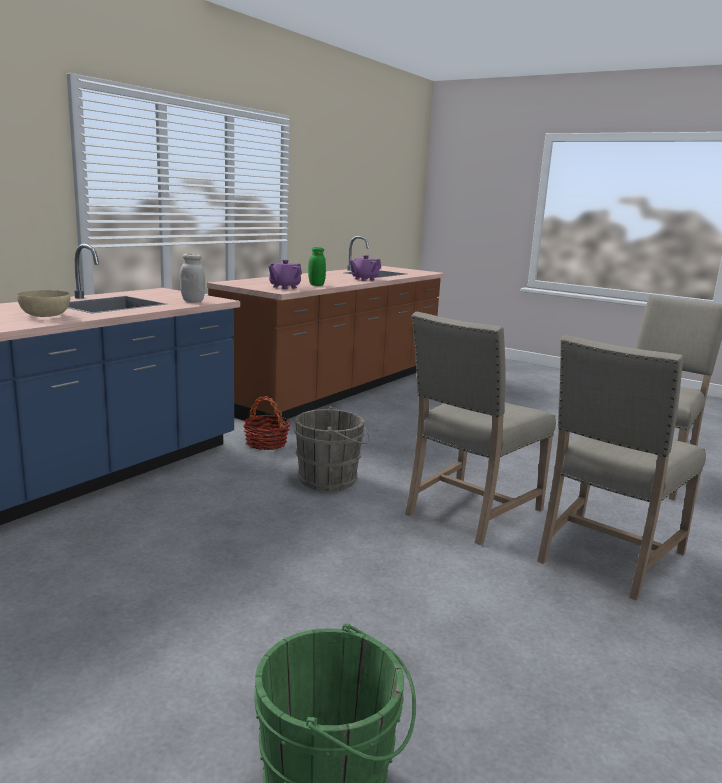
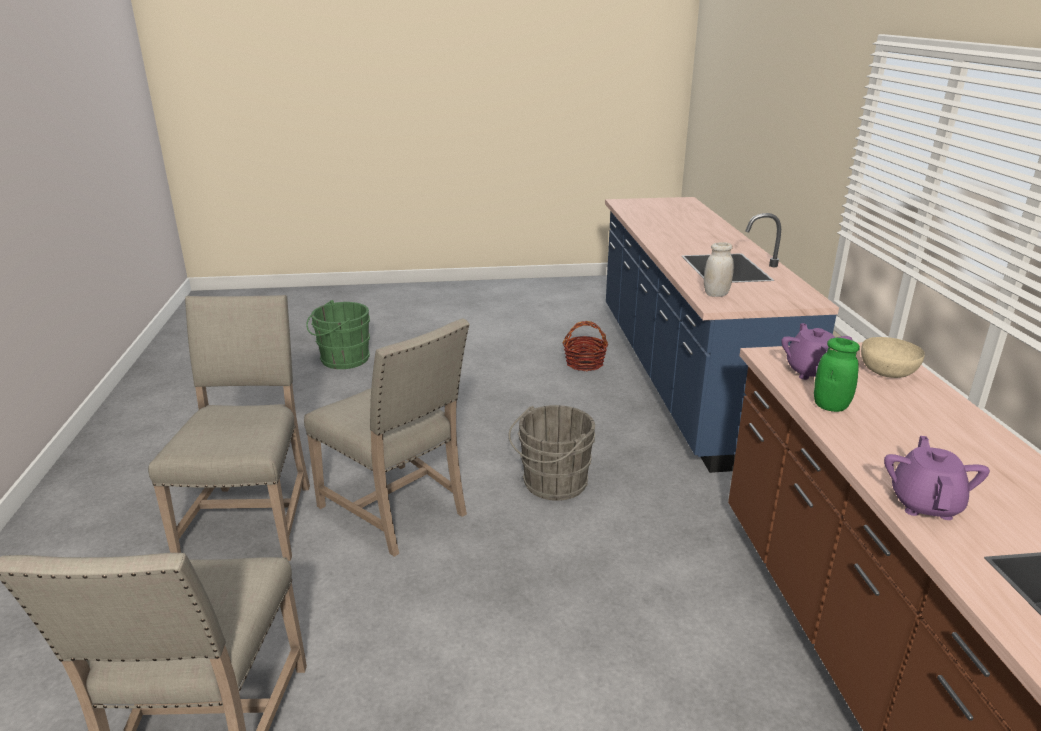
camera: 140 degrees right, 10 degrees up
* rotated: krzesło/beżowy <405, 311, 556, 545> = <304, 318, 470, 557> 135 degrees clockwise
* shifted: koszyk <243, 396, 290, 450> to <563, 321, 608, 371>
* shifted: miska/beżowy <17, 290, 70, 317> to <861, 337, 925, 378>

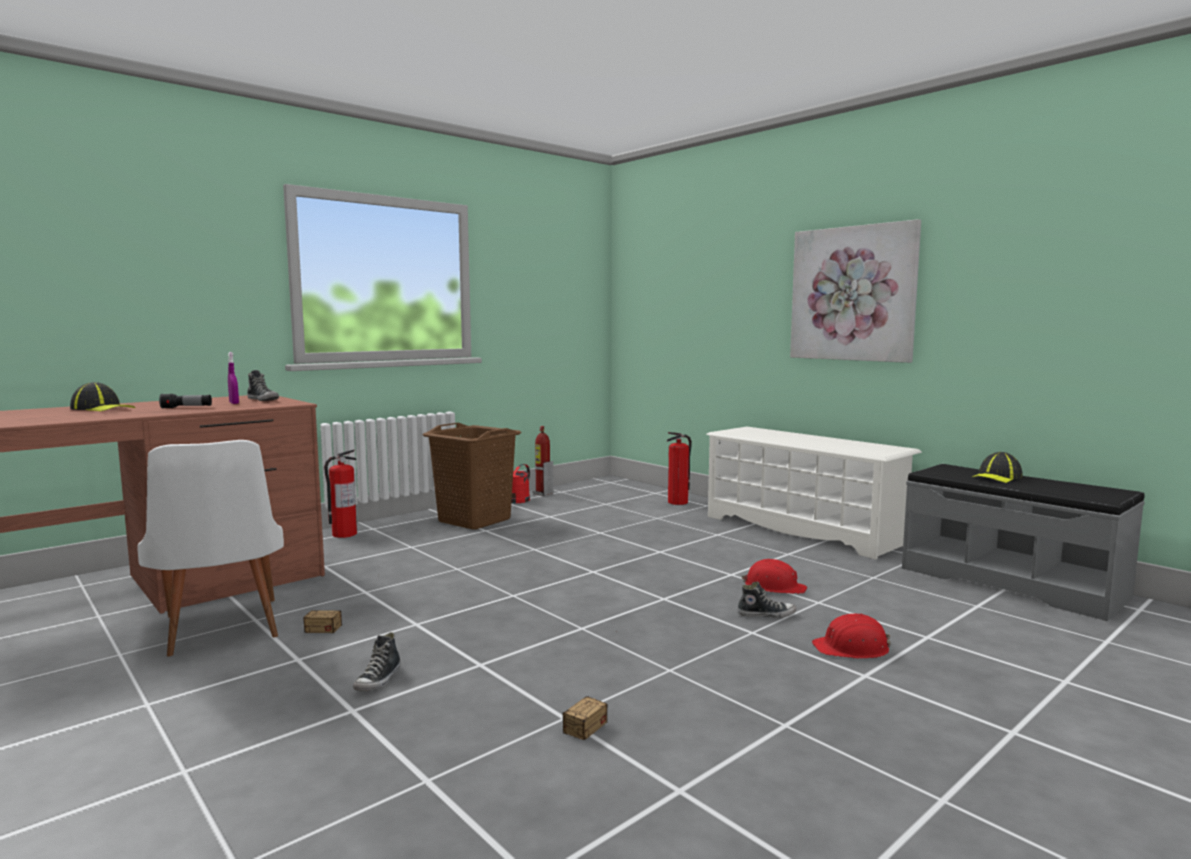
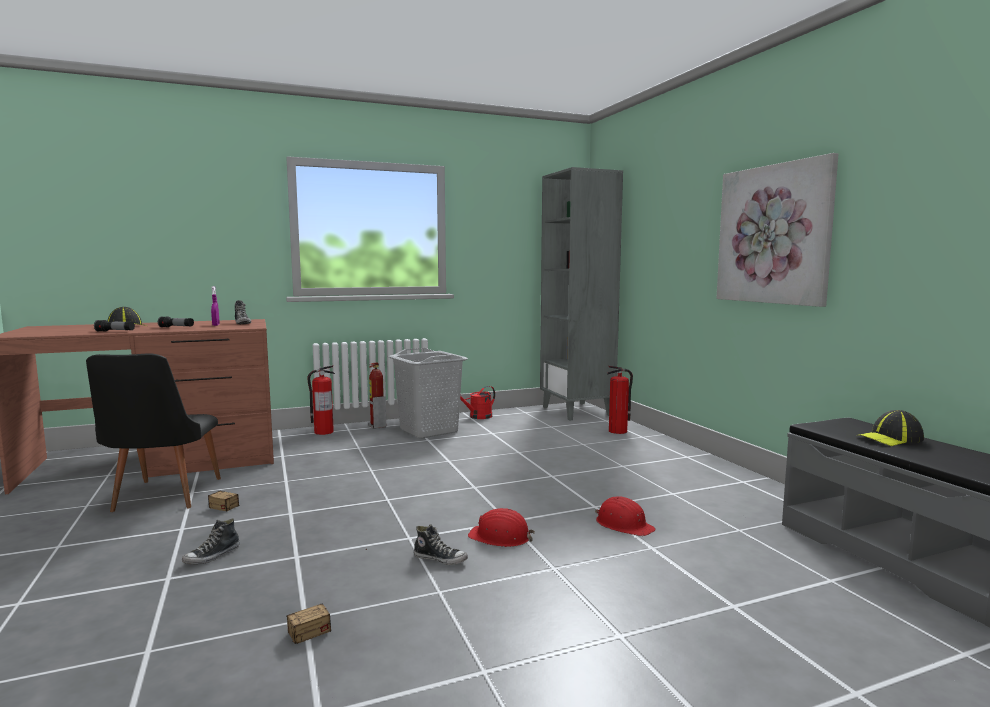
camera: 20 degrees right, 0 degrees up
* repainted: krzesło/biały <137, 440, 284, 656> to krzesło/czarny <86, 353, 221, 512>
* new: latarka <94, 320, 135, 332>
* shifted: gaśnica <533, 426, 554, 496> to <368, 363, 387, 429>
* repainted: kosz na pranie/brązowy <422, 423, 522, 530> to kosz na pranie/szary <389, 348, 468, 439>
* shifted: but <737, 581, 796, 618> to <414, 524, 468, 565>
* shifted: kask/czerwony <812, 613, 891, 658> to <468, 508, 535, 547>
* new: regał/szary <540, 167, 623, 420>
* gone: regał na buty/biały <706, 427, 922, 560>

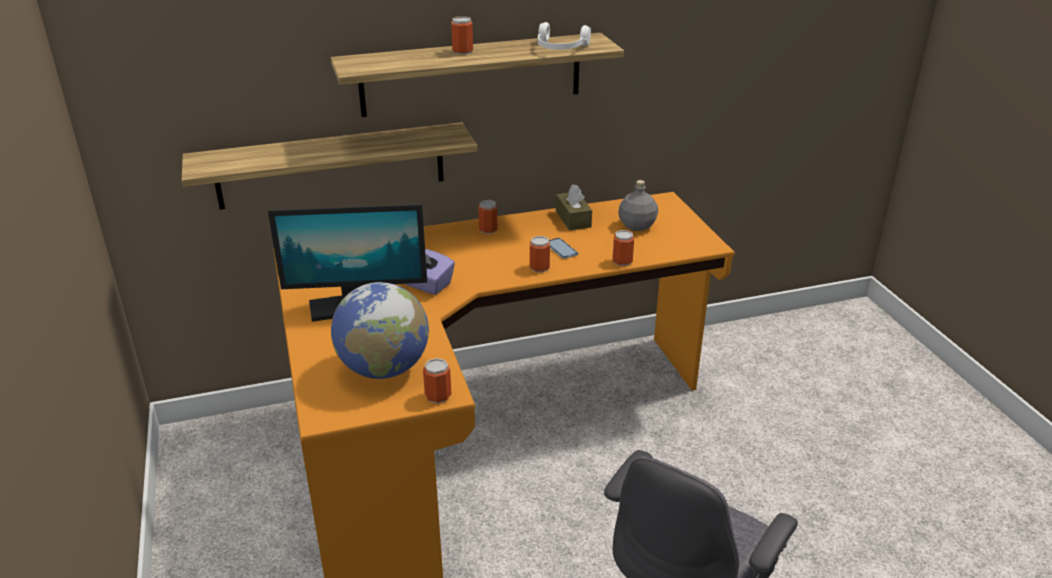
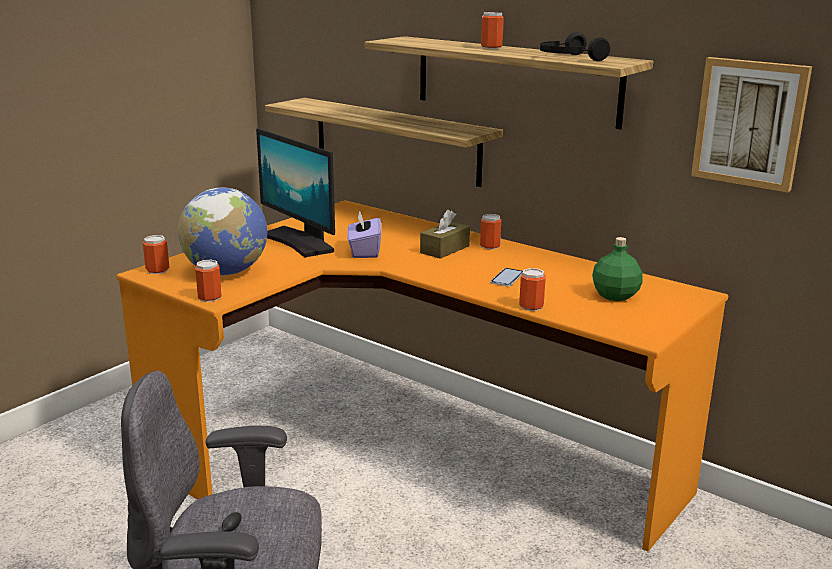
camera: 55 degrees right, 10 degrees down
* shifted: puszka <530, 236, 550, 272> to <143, 235, 170, 274>
* shifted: pudełko chusteczek/brązowy <556, 184, 592, 231> to <420, 210, 470, 259>
* repainted: słuchawki/biały <538, 22, 591, 50> to słuchawki/czarny <540, 32, 610, 61>
* repainted: butelka/szary <618, 180, 658, 231> to butelka/zielony <592, 237, 642, 301>
* new: obraz <691, 57, 812, 192>

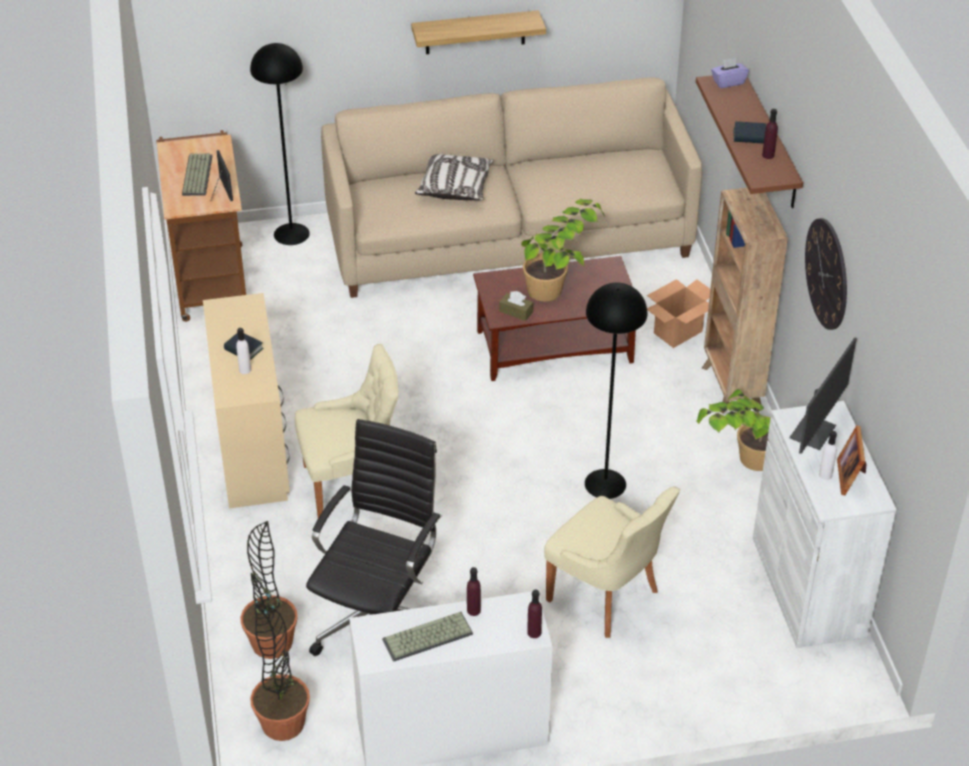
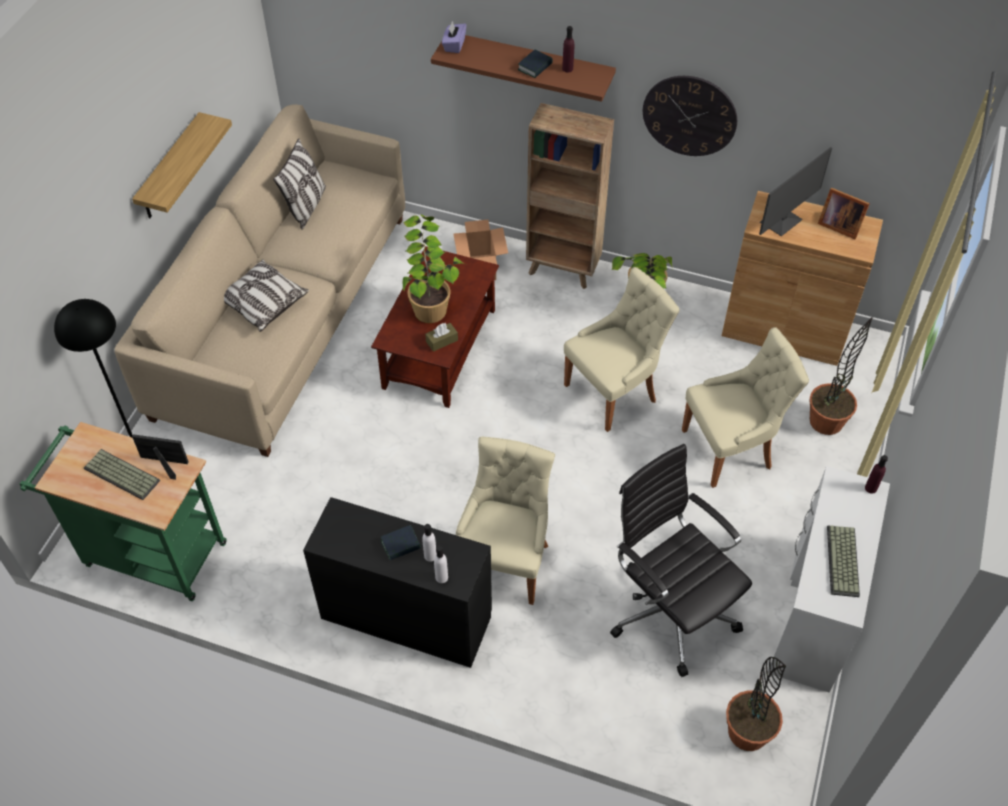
camera: 60 degrees left, 10 degrees up
* repainted: wózek/brązowy <157, 130, 246, 322> to wózek/zielony <20, 422, 227, 601>
* new: poduszka <273, 138, 326, 230>
* repainted: biurko/beżowy <203, 293, 290, 508> to biurko/czarny <303, 497, 492, 668>
* shifted: butelka/biały <819, 431, 837, 480> to <434, 546, 448, 583>
* swapped: lampa stojąca/czarny <585, 283, 647, 499> to krzesło/beżowy <564, 267, 680, 432>
* repainted: szafka/biały <753, 401, 897, 648> to szafka/brązowy <722, 191, 883, 366>
* rotated: monitor <789, 337, 857, 454> = <759, 147, 832, 236> 75 degrees clockwise
* shifted: roślina doniczkowa <240, 521, 298, 659> to <810, 317, 873, 435>
* gone: butelka/fioletowy <467, 567, 481, 616>

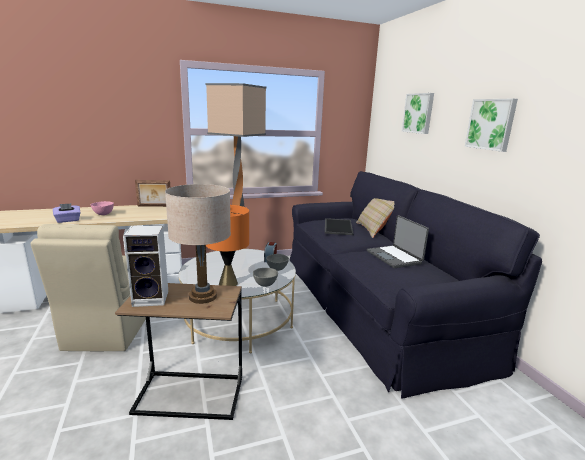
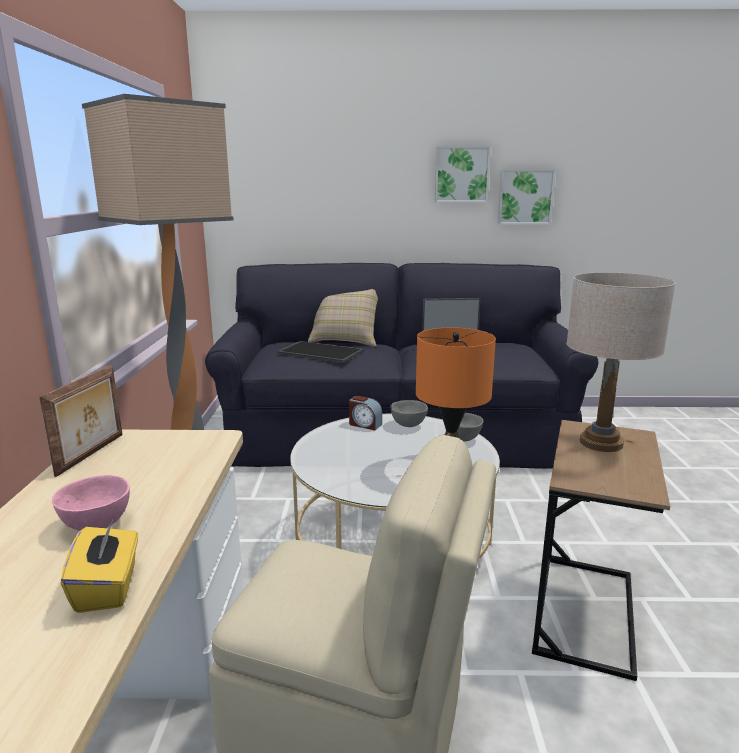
camera: 70 degrees left, 0 degrees up
* repainted: pudełko chusteczek/fioletowy <53, 203, 81, 223> to pudełko chusteczek/żółty <61, 518, 138, 613>
* shifted: obraz <402, 93, 434, 134> to <498, 169, 556, 225>
* gone: głośnik <123, 226, 168, 307>

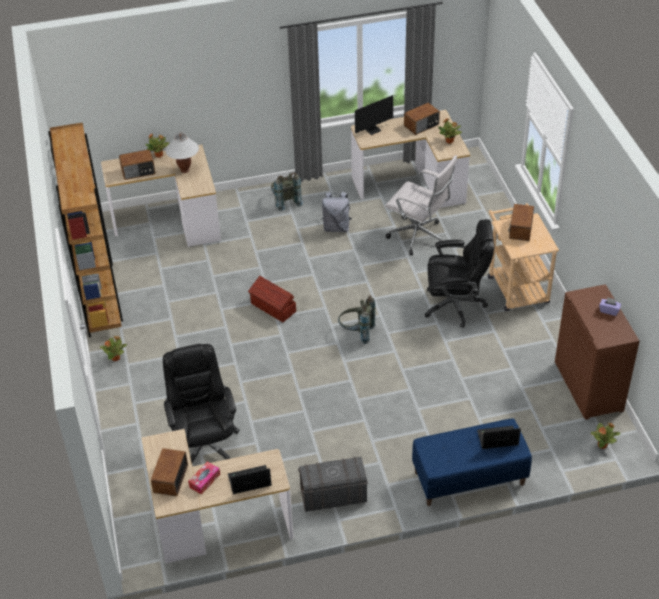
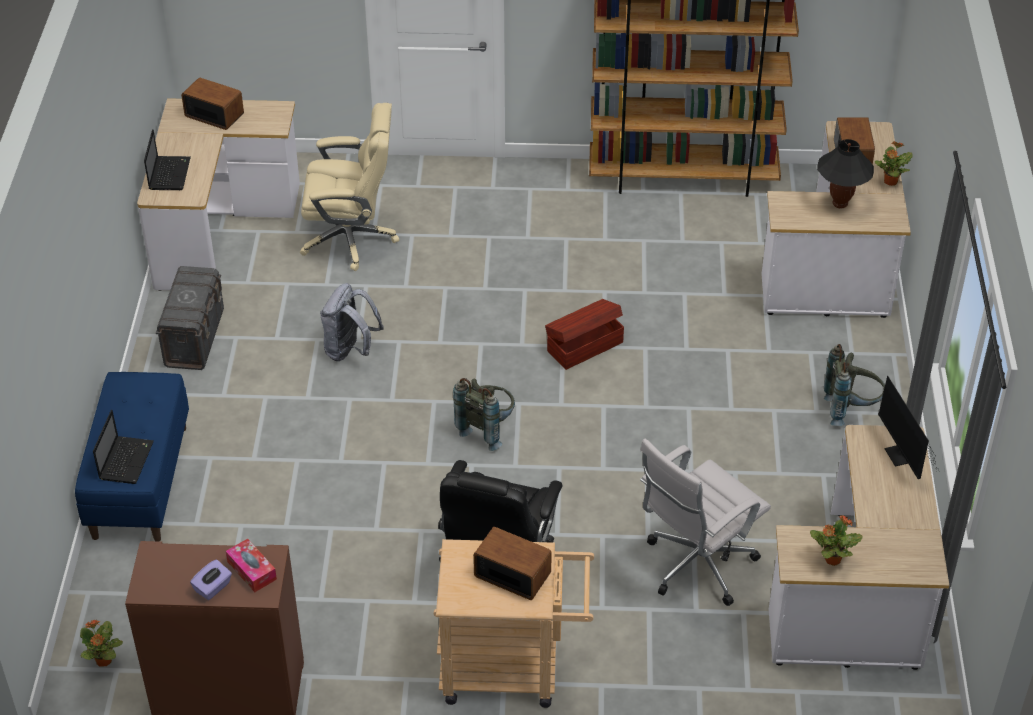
camera: 105 degrees right, 0 degrees up
* shifted: pudełko chusteczek <188, 461, 220, 495> to <226, 539, 277, 592>
* repainted: krzesło biurowe/czarny <163, 344, 240, 464> to krzesło biurowe/beżowy <300, 103, 399, 271>
* shifted: plecak/szary <321, 192, 352, 232> to <320, 283, 384, 361>
* repainted: lampa stołowa/biały <165, 132, 199, 173> to lampa stołowa/czarny <817, 139, 874, 209>
* gone: roślina doniczkowa <100, 336, 127, 361>
* gone: radio <404, 103, 440, 135>

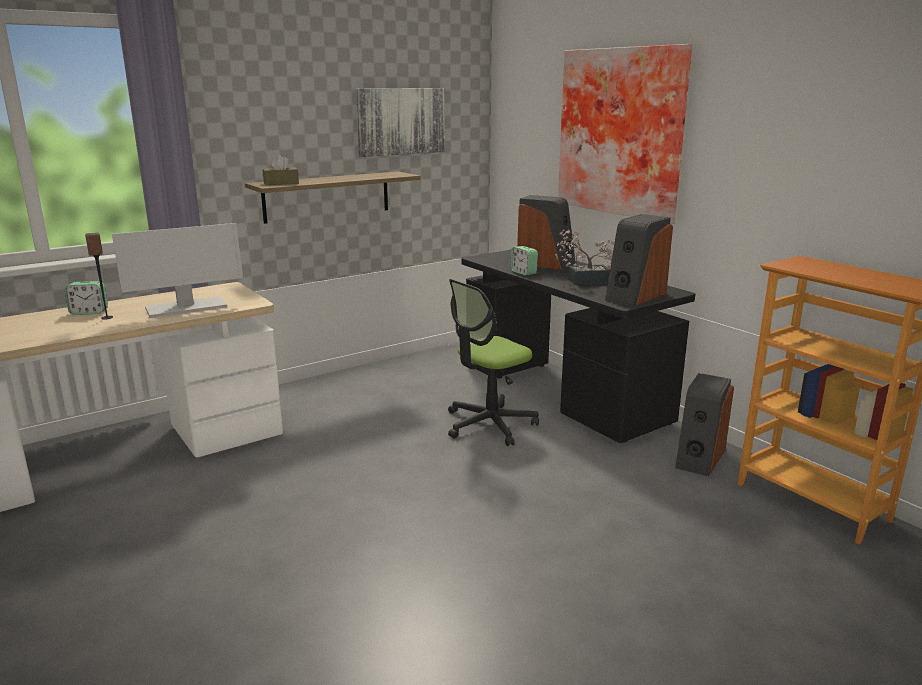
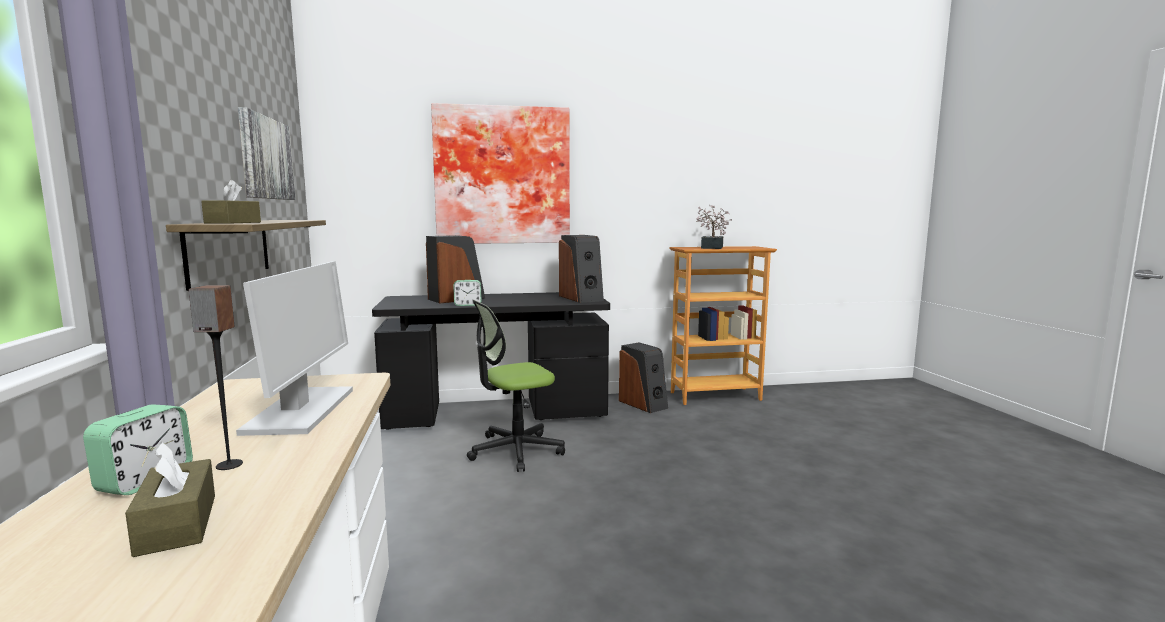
camera: 65 degrees left, 10 degrees down
* new: pudełko chusteczek/brązowy <125, 442, 215, 557>
* rotated: krzesło biurowe <448, 279, 539, 446> = <467, 300, 565, 472> 75 degrees clockwise
* shifted: roślina doniczkowa <555, 230, 614, 285> to <696, 205, 732, 249>

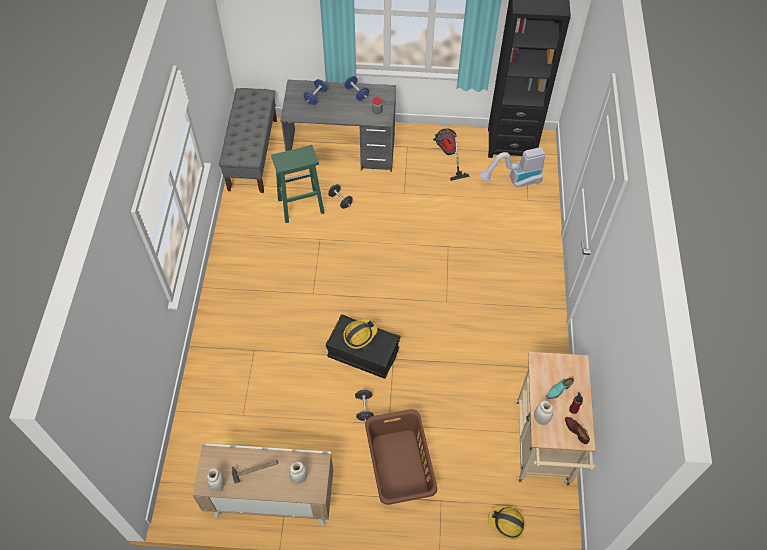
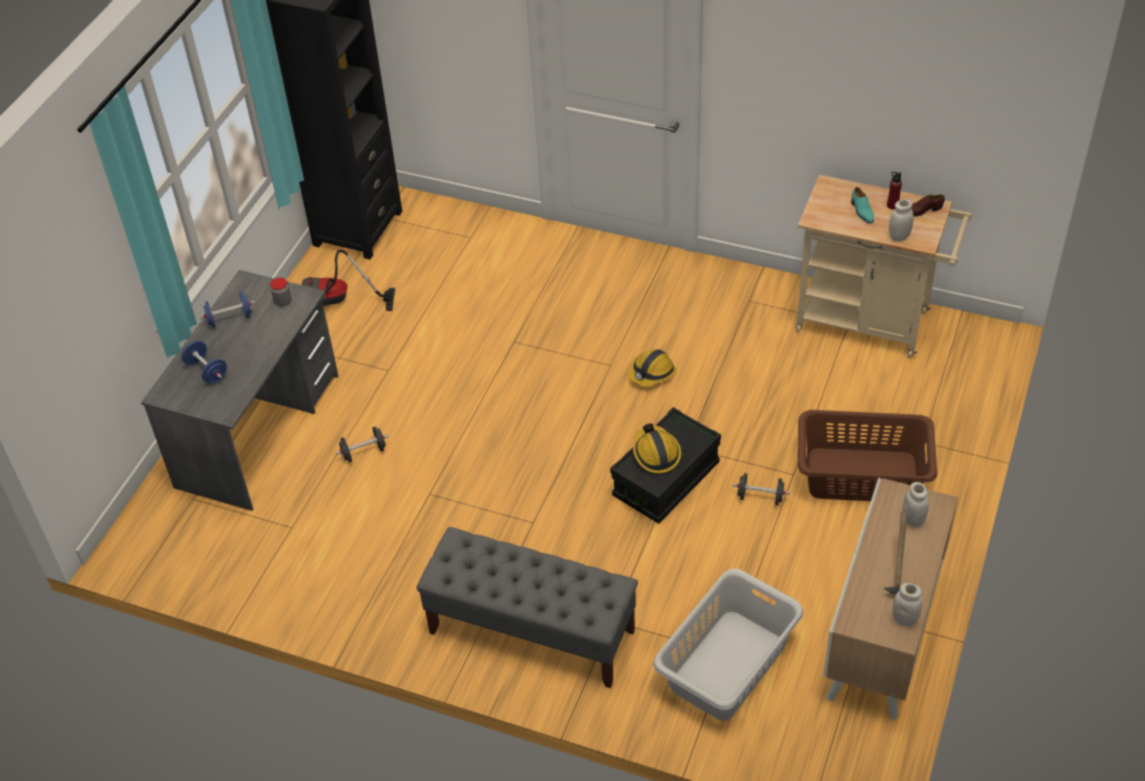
camera: 70 degrees left, 10 degrees down
* shifted: ławka/szary <219, 88, 277, 193> to <416, 527, 638, 688>
* shifted: kask <488, 506, 526, 540> to <628, 349, 676, 387>
* new: kosz na pranie/szary <653, 569, 804, 721>
* gone: stołek/zielony <271, 145, 325, 223>
* gone: odkurzacz <479, 147, 545, 188>

